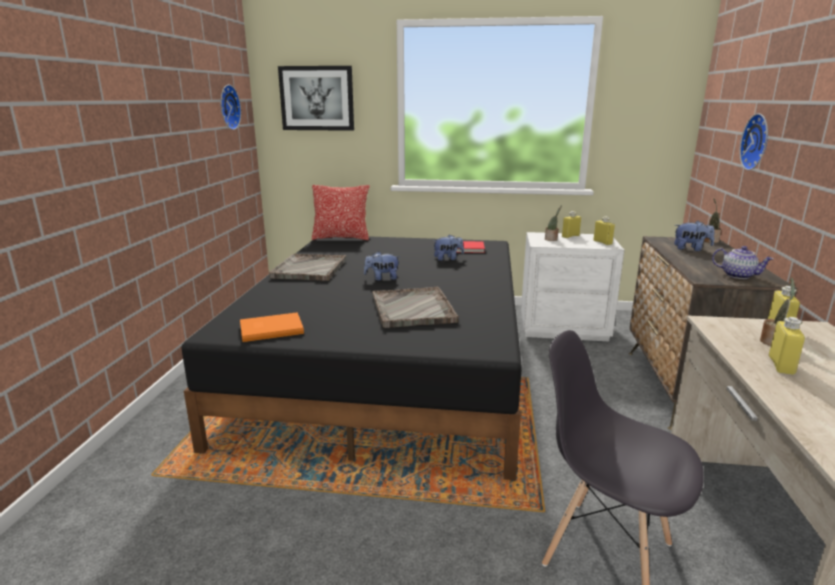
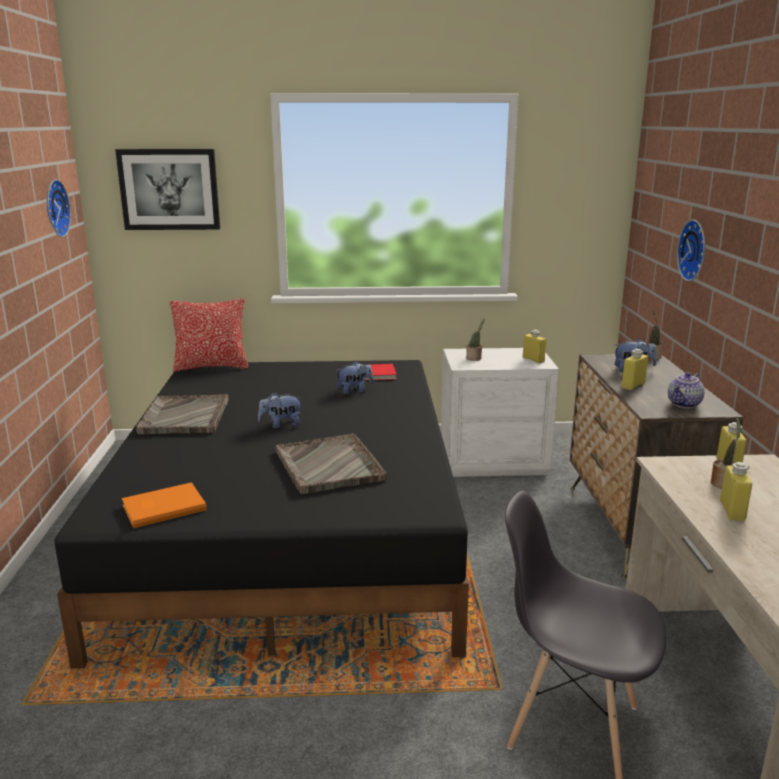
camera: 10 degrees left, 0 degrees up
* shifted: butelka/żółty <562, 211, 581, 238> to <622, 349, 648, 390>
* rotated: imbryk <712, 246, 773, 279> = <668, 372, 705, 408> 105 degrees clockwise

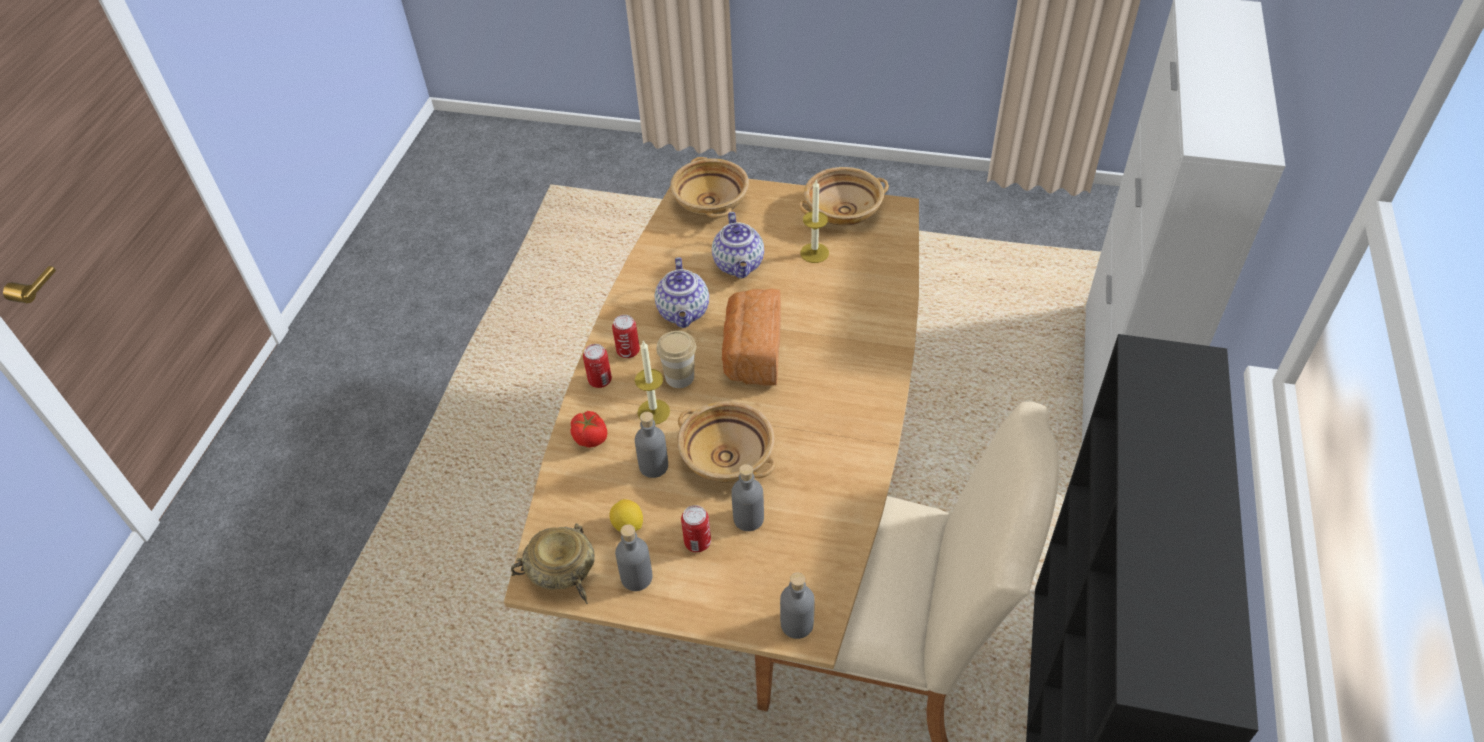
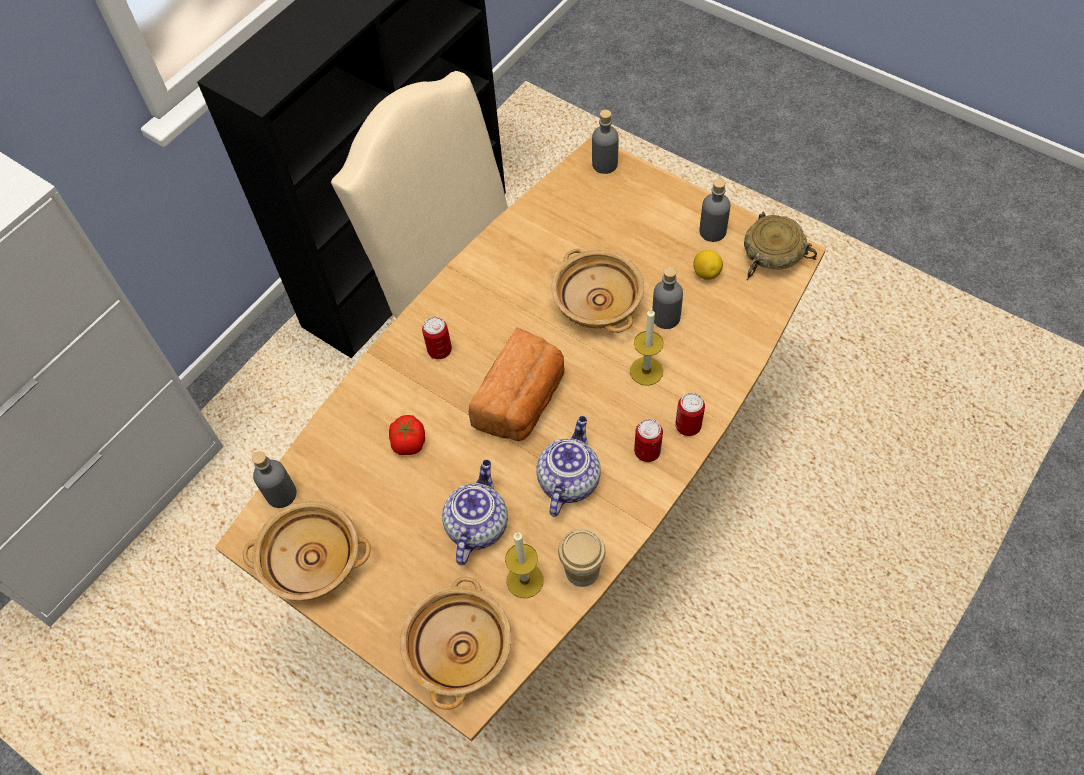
camera: 155 degrees left, 10 degrees up
* shifted: butelka/szary <731, 464, 764, 531> to <252, 451, 297, 508>
* shifted: pomidor <571, 411, 607, 448> to <389, 415, 425, 455>
* shifted: puszka <681, 505, 711, 552> to <422, 316, 452, 359>
* shifted: świeca <800, 180, 829, 263> to <505, 532, 544, 598>
* shifted: filiżanka <656, 331, 696, 388> to <558, 528, 606, 587>

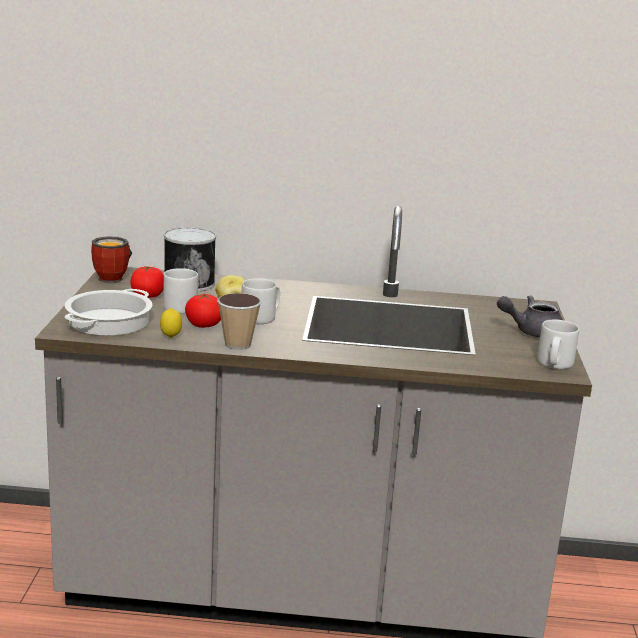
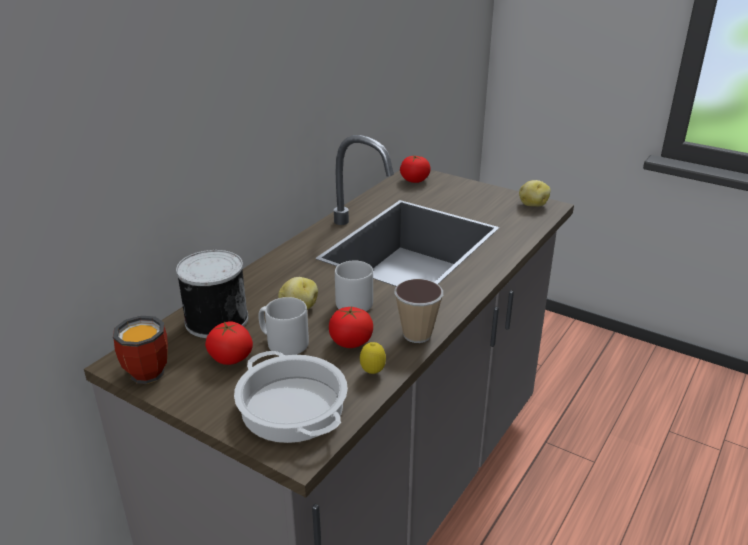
camera: 60 degrees left, 10 degrees up
* new: pomidor <400, 155, 431, 183>
* swapped: kubek/szary <537, 320, 579, 369> to ziemniak <519, 180, 551, 206>
* gone: imbryk/szary <497, 295, 563, 338>

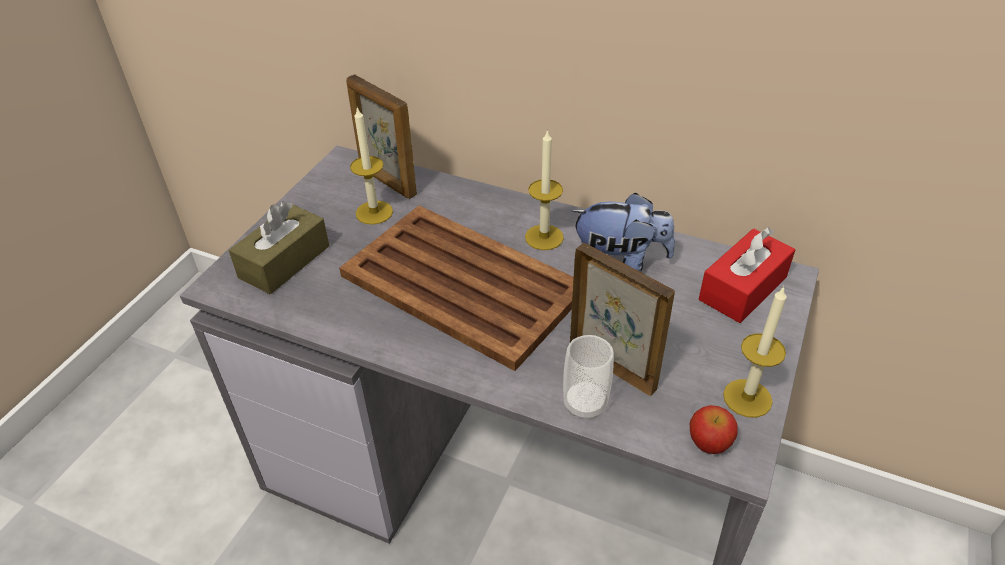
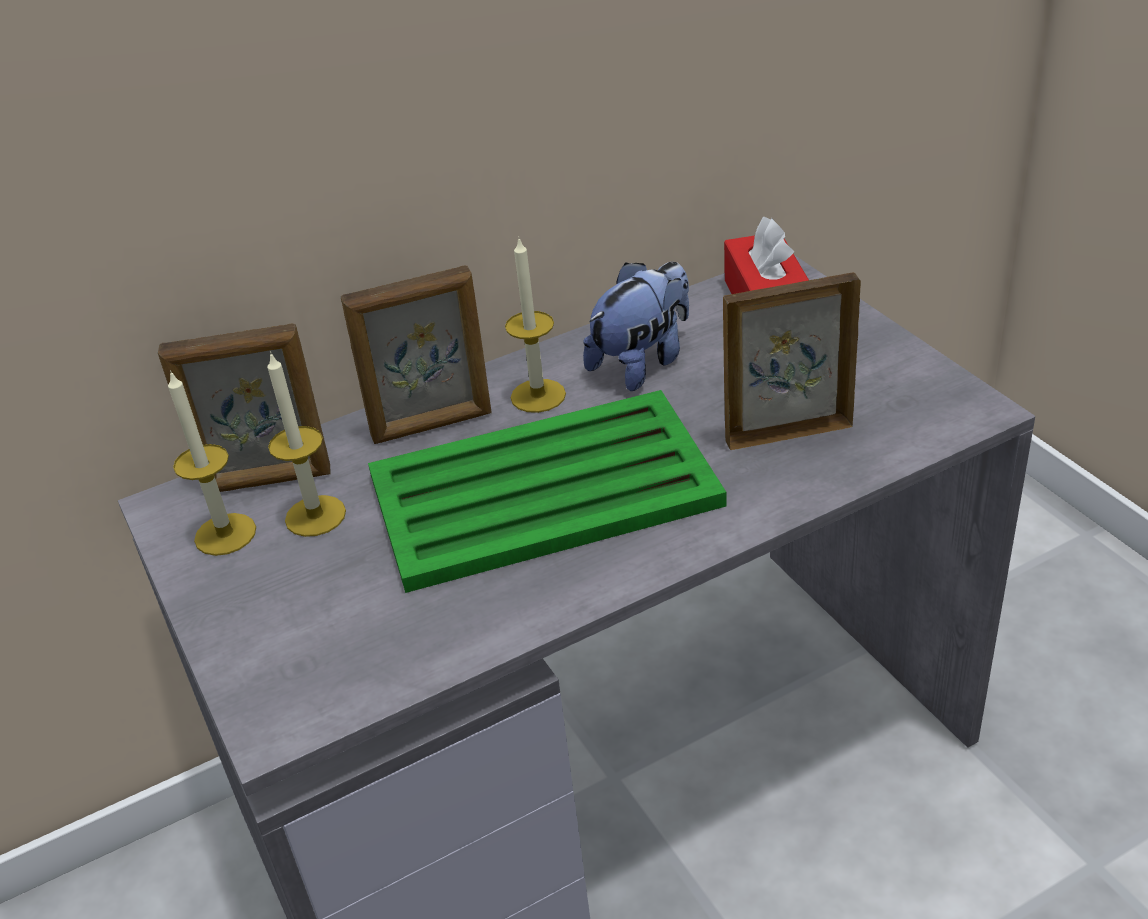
camera: 50 degrees left, 5 degrees down
* shifted: świeca <723, 286, 787, 418> to <168, 370, 256, 556>
* new: ramka na zdjęcie <341, 266, 492, 444>
* repainted: taca/brązowy <339, 206, 574, 371> to taca/zielony <368, 390, 727, 593>
* gone: pudełko chusteczek/brązowy <229, 201, 329, 294>
* gone: filiżanka <563, 335, 614, 420>
* gone: jabłko <690, 405, 738, 454>

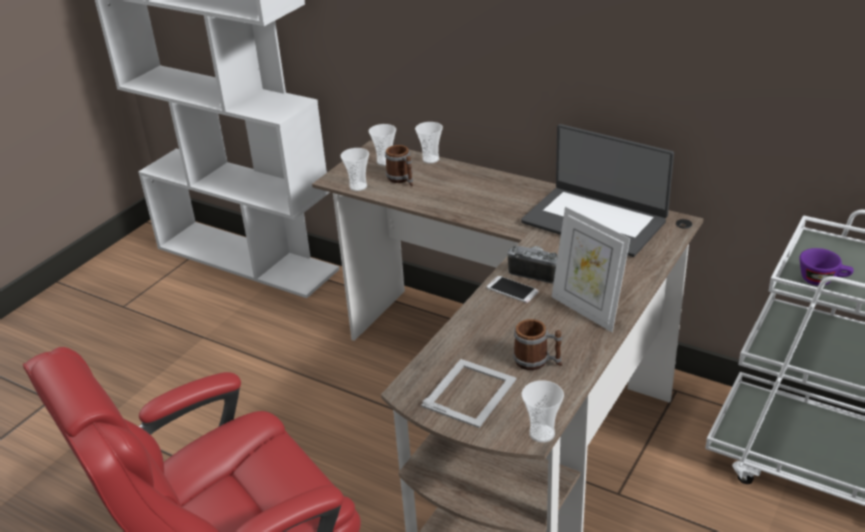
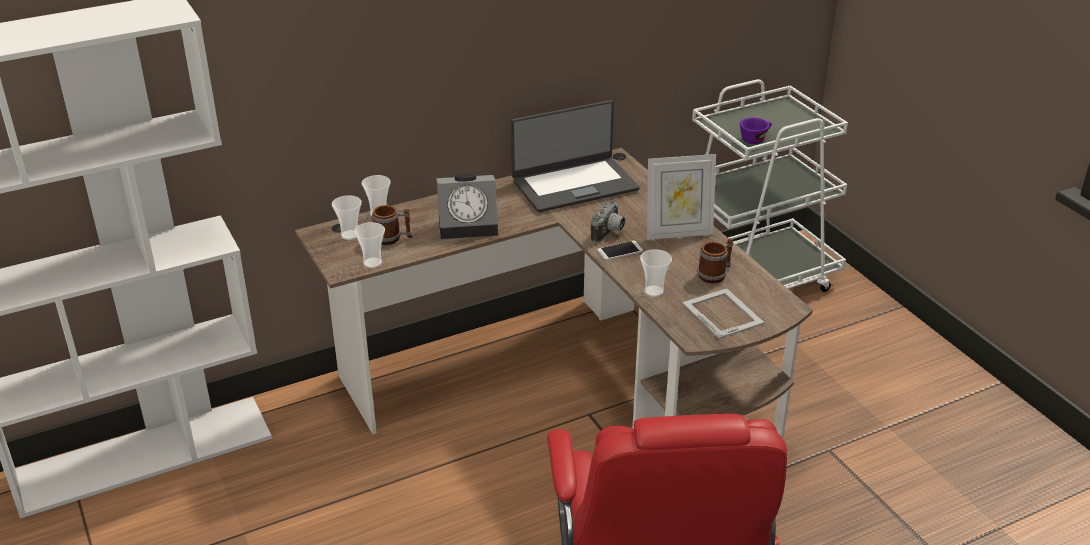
camera: 60 degrees left, 0 degrees up
* new: budzik <436, 173, 498, 239>
* rotated: aparat fotograficzny <508, 246, 558, 284> = <591, 200, 626, 243> 150 degrees clockwise
* shifted: filiżanka <522, 380, 564, 443> to <640, 249, 672, 297>

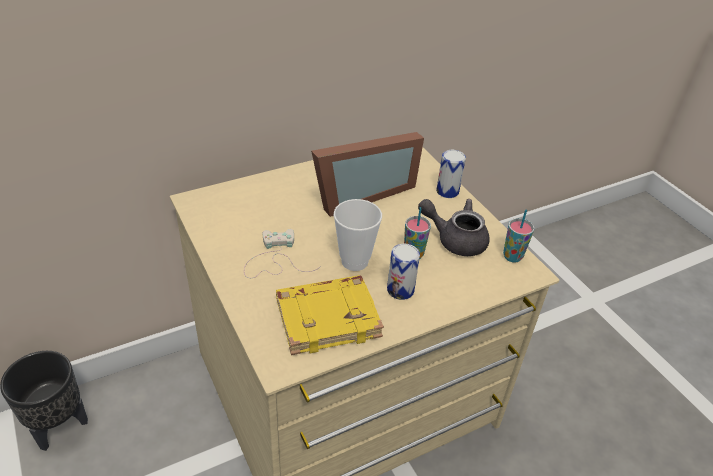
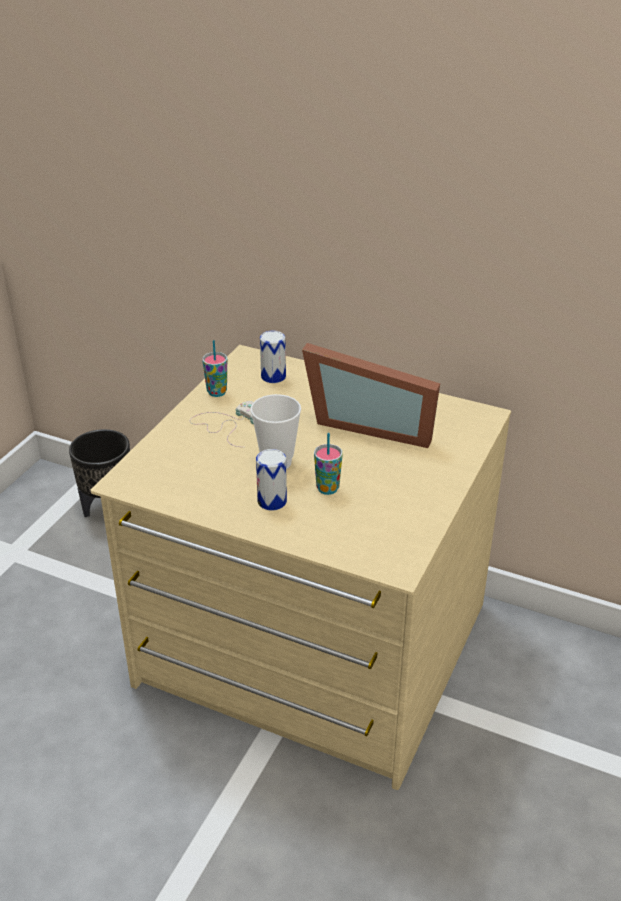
camera: 55 degrees right, 5 degrees down
* shifted: filiżanka <503, 209, 534, 263> to <202, 340, 227, 397>
* shifted: puszka <436, 150, 466, 198> to <260, 330, 286, 383>
* gone: książka/żółty <276, 275, 384, 355>
* gone: imbryk/szary <418, 199, 489, 256>

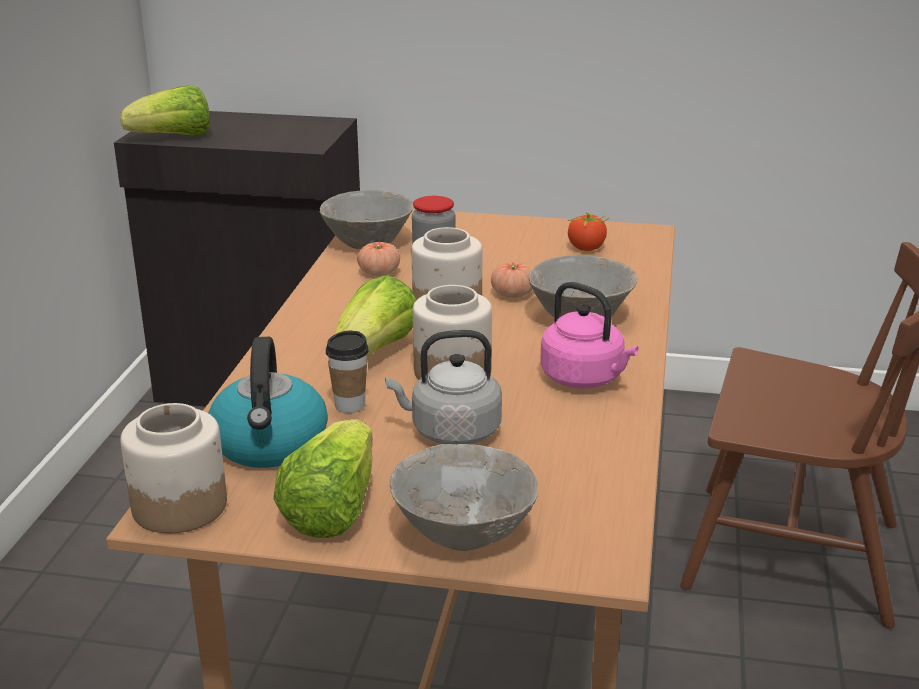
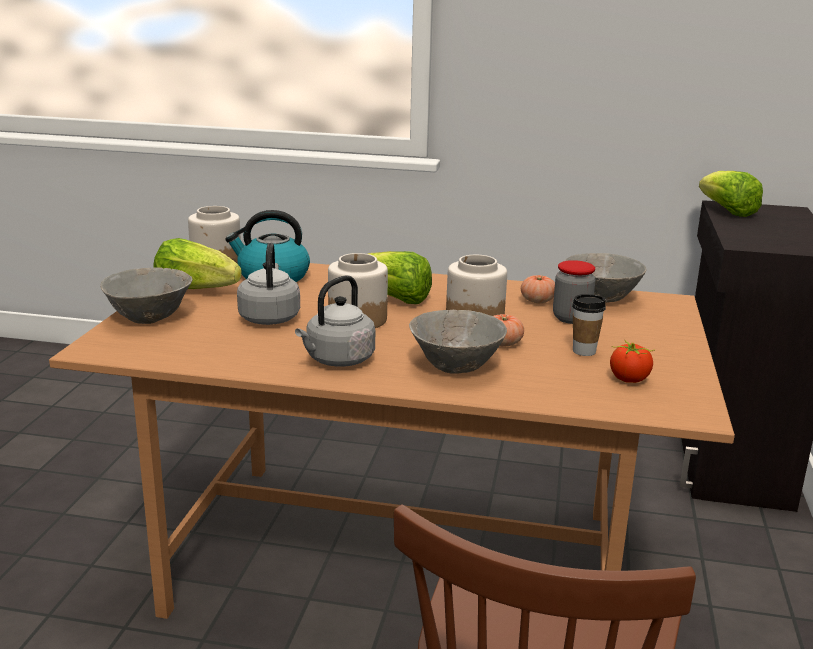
camera: 90 degrees right, 5 degrees down
* repainted: czajnik/różowy <540, 282, 638, 389> to czajnik/szary <295, 275, 375, 367>
* shifted: filiżanka <326, 331, 369, 413> to <572, 294, 606, 356>

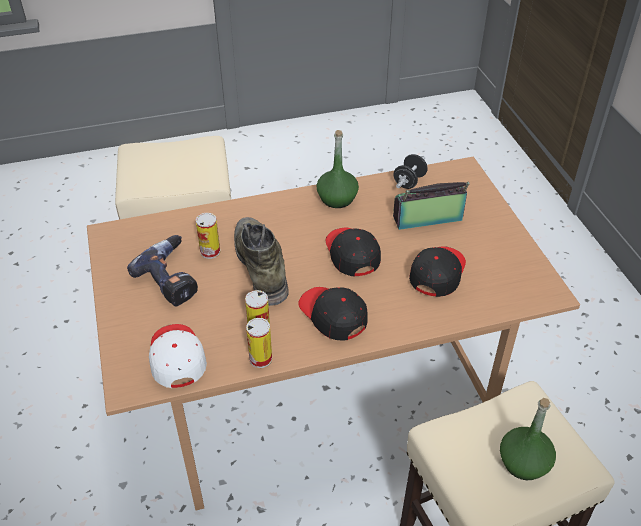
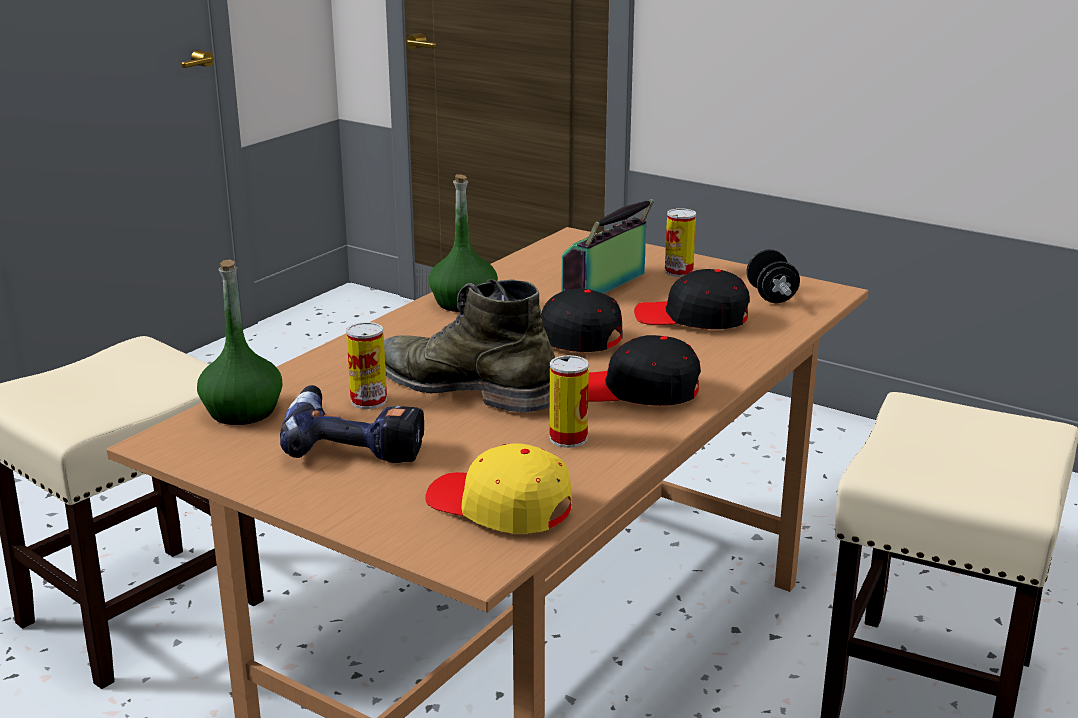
camera: 40 degrees left, 20 degrees down
* shifted: butelka/zielony <500, 398, 556, 480> to <197, 259, 282, 425>
* repainted: czapka z daszkiem/biały <149, 324, 207, 388> to czapka z daszkiem/żółty <425, 443, 572, 534>
* rotated: czapka z daszkiem/czarny <409, 246, 466, 297> = <634, 269, 750, 329> 60 degrees counterclockwise
* shifted: puszka <246, 318, 272, 368> to <665, 208, 696, 277>
* shifted: hantel/czarny <394, 154, 428, 189> to <747, 249, 800, 303>

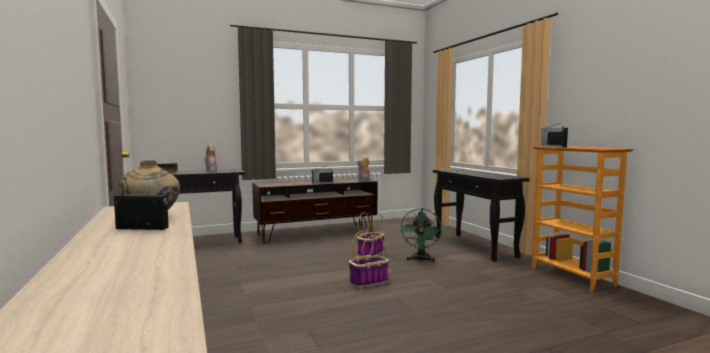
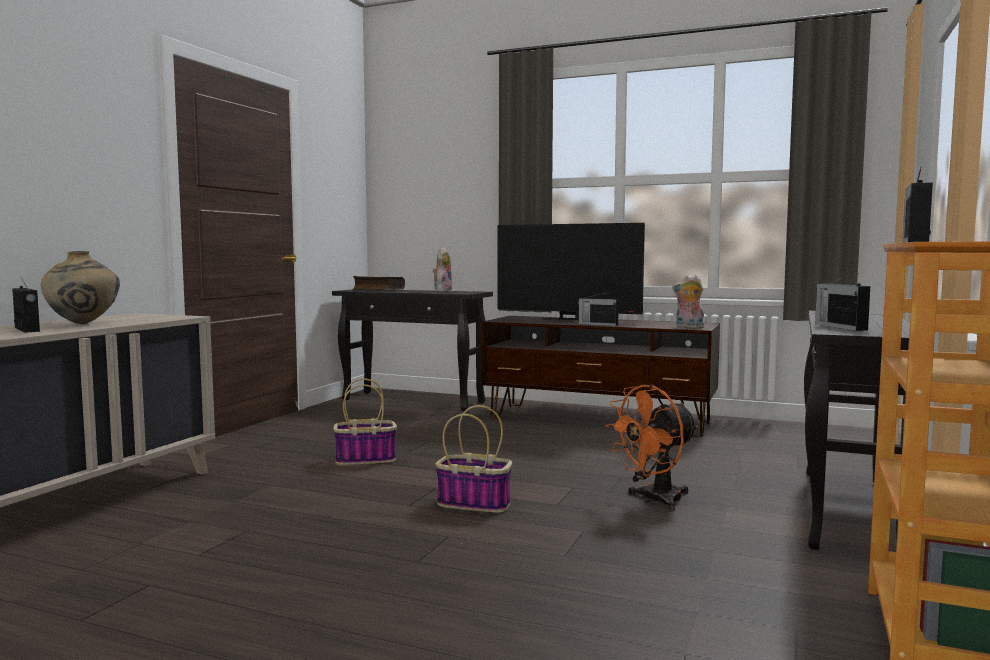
camera: 45 degrees right, 0 degrees up
* shifted: koszyk <357, 212, 385, 256> to <333, 378, 397, 465>
* new: telewizor <497, 223, 645, 320>
* repainted: wentylator/zielony <400, 208, 442, 262> to wentylator/pomarańczowy <605, 385, 698, 511>
* new: radio <815, 273, 870, 331>

